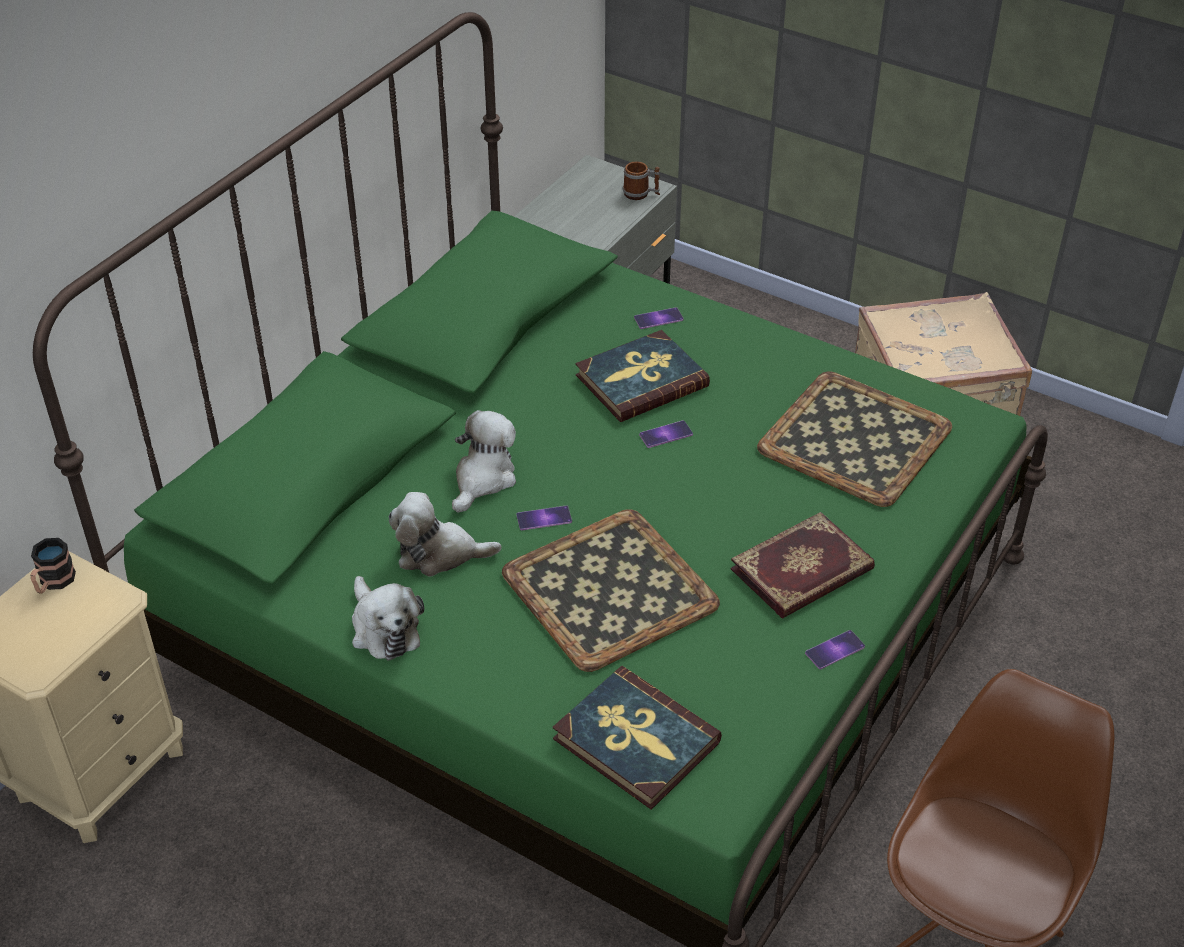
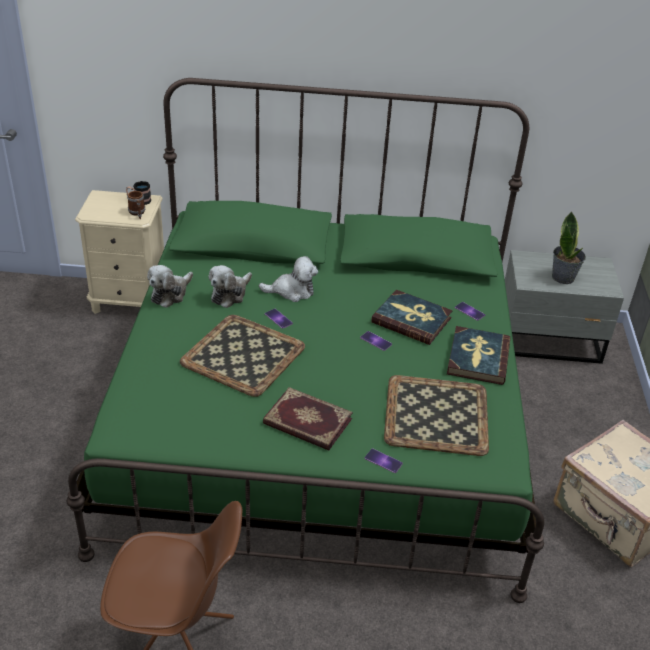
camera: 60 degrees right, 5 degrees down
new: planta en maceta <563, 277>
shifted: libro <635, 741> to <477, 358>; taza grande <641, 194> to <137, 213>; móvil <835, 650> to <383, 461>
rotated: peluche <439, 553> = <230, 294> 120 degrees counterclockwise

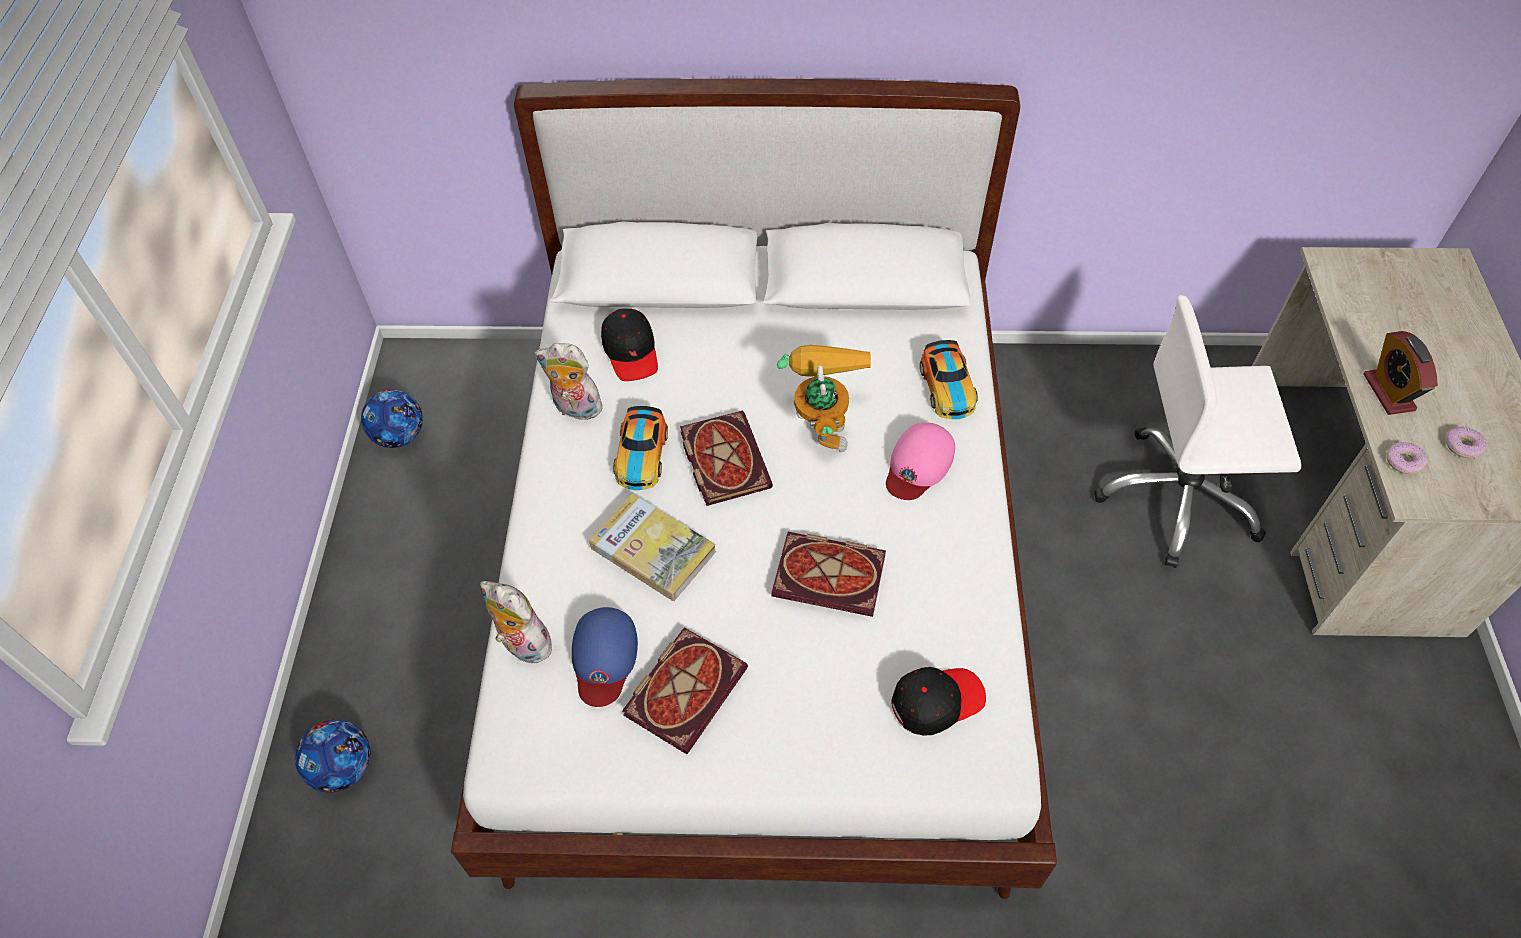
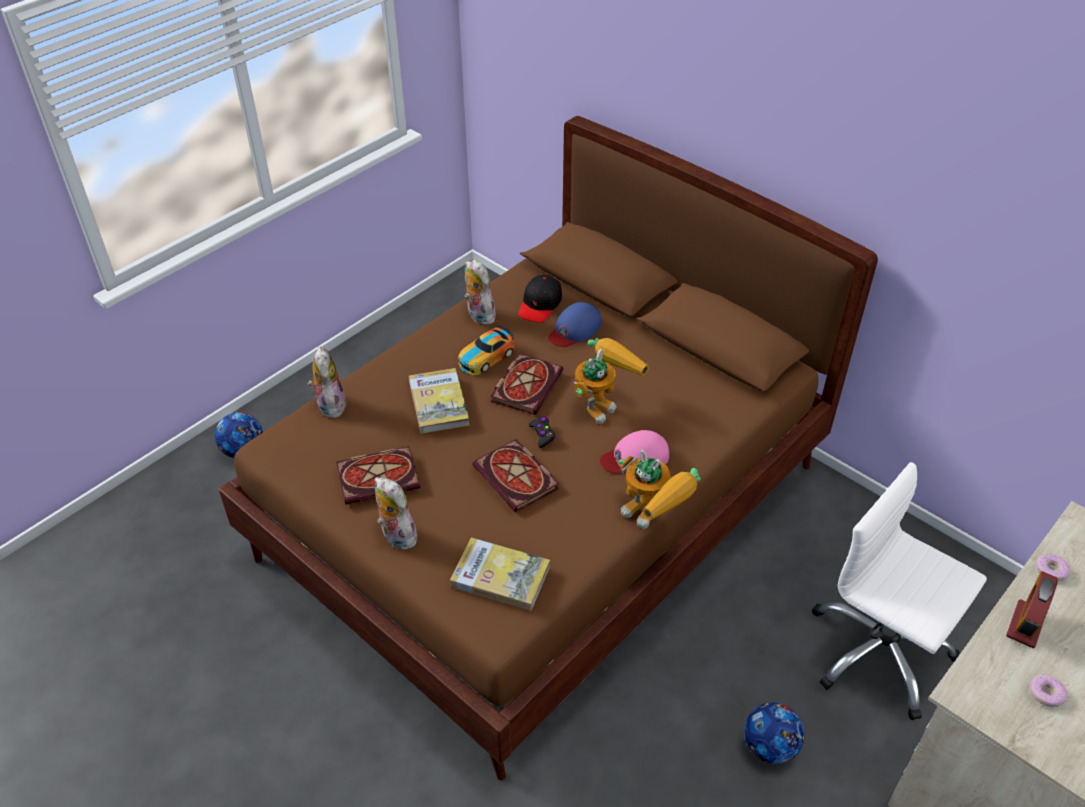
camera: 40 degrees right, 10 degrees down
gone: coche de juguete <947, 387>
new: peluche <396, 536>; mando de consola (negro) <542, 434>; robot de juguete <653, 518>
shifted: balón de fútbol <399, 436> to <769, 747>; gorra (azul) <604, 657> to <574, 329>; rosquilla <1404, 462> to <1051, 571>
swapped: gorra (negro) <936, 701> to libro <500, 576>
repainted: cama (blanco) <764, 583> to cama (marrón) <544, 512>

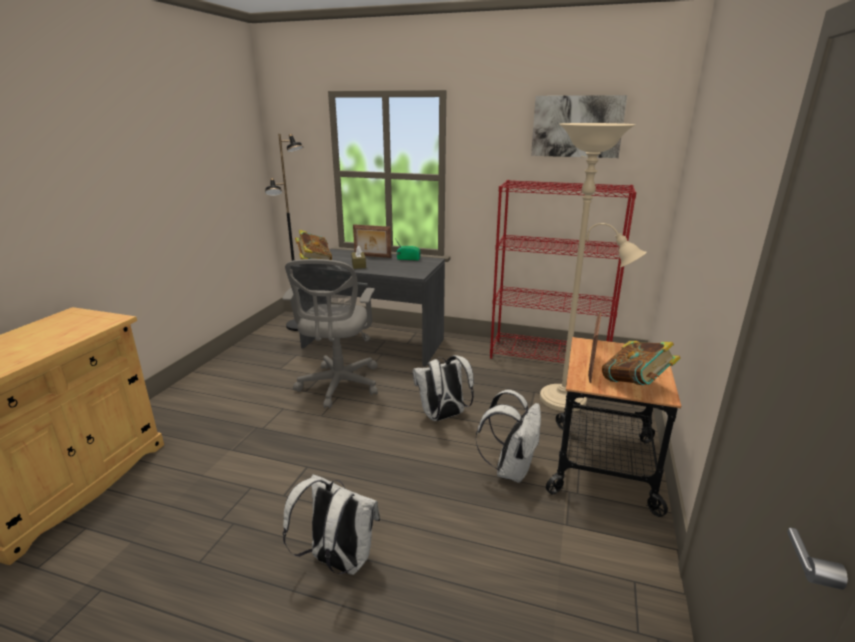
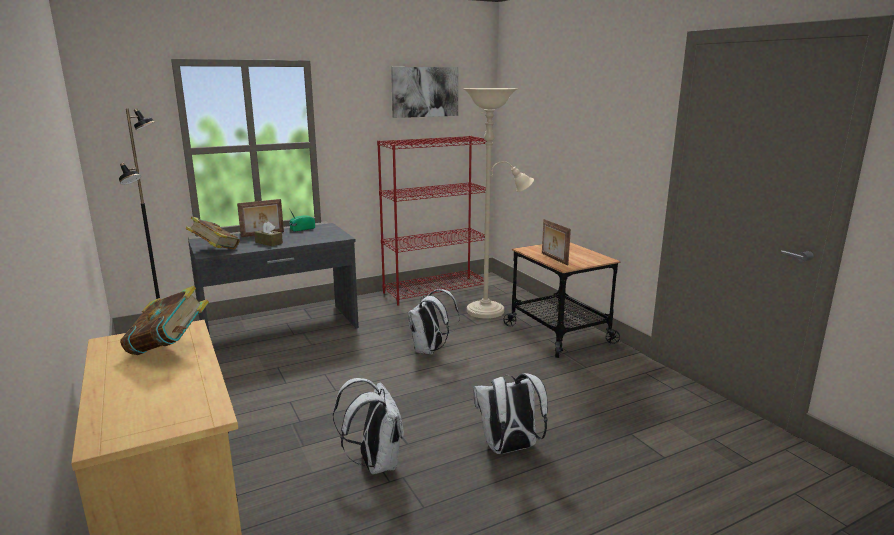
camera: 45 degrees left, 5 degrees down
gone: silla de oficina (gris) <338, 386>
shifted: mochila (blanco) <511, 469> to <375, 463>; libro <635, 384> to <169, 349>

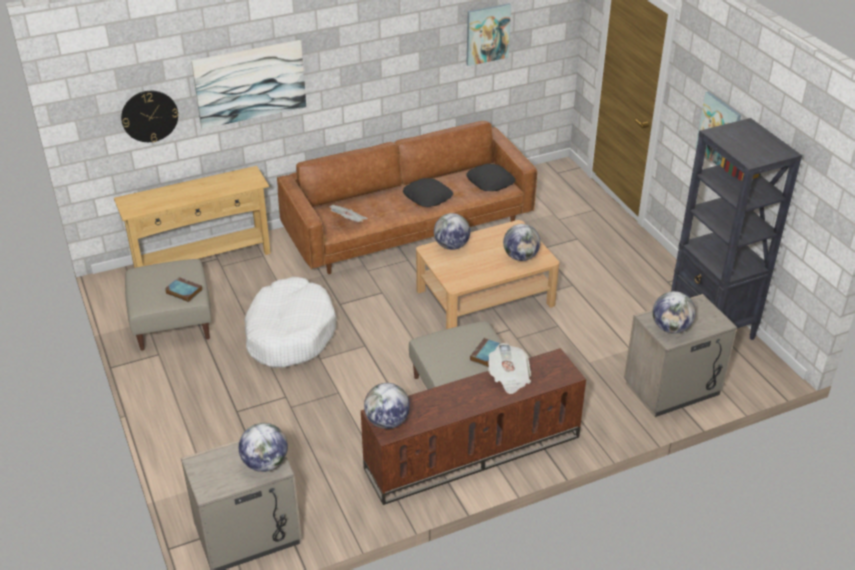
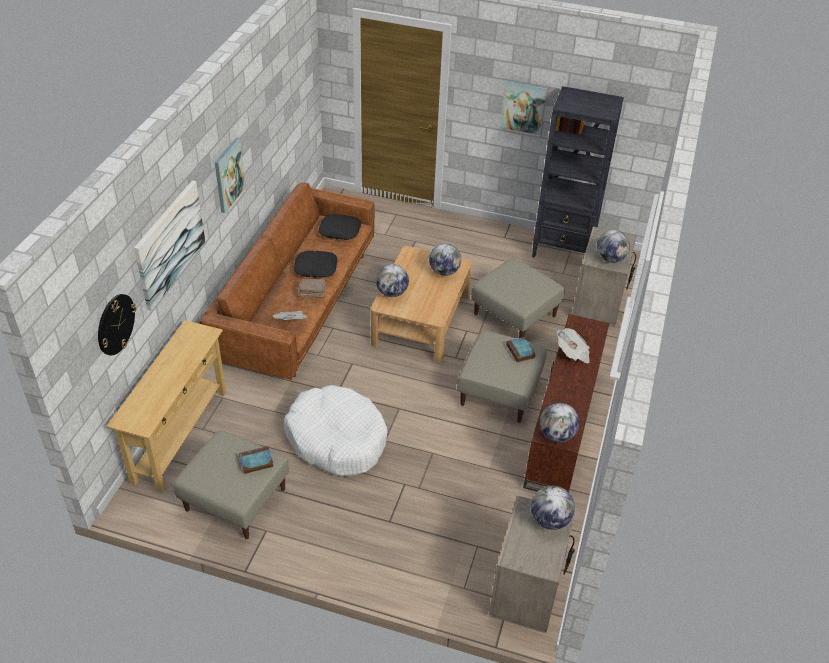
camera: 50 degrees left, 5 degrees up
new: libro (marrón) <312, 292>; puf (beis) <515, 315>
shifted: cuadro <487, 34> to <228, 175>

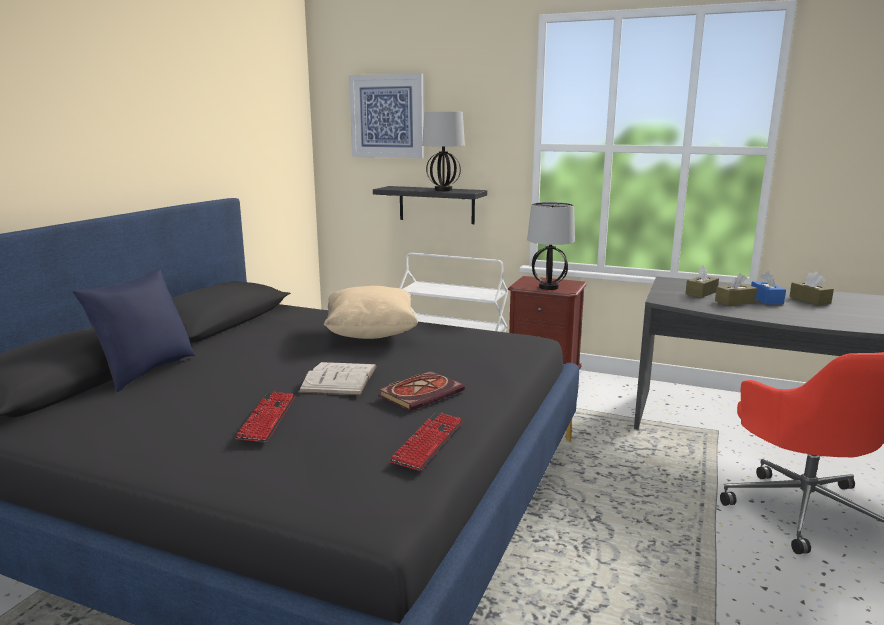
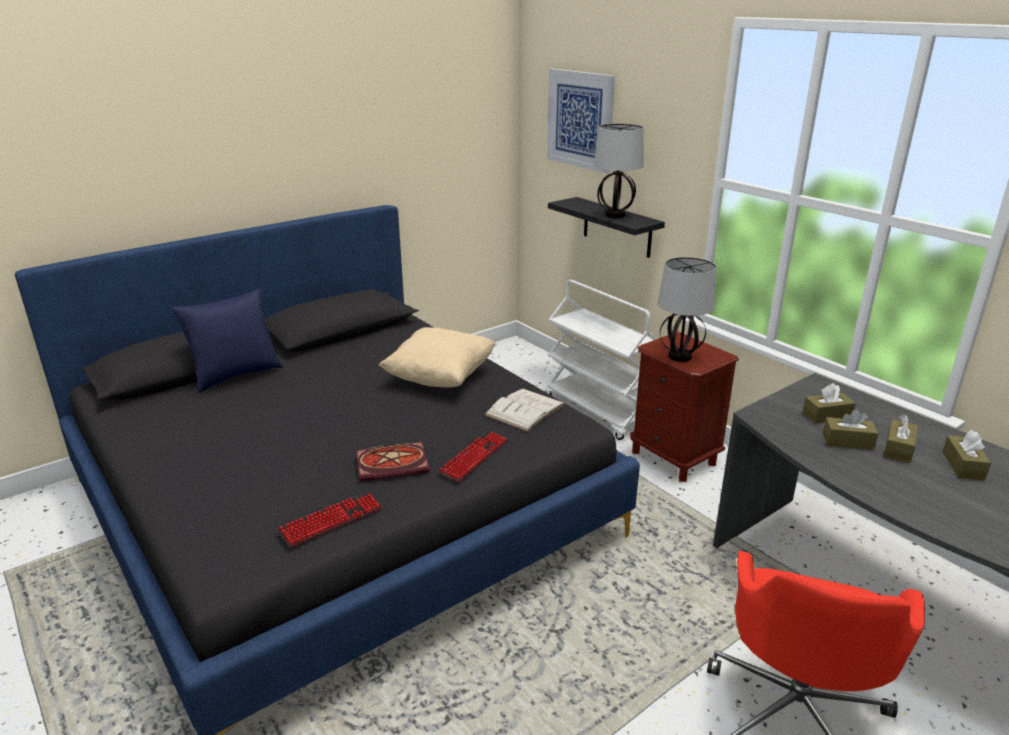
camera: 30 degrees right, 10 degrees up
shifted: teclado <267, 418> to <474, 457>; libro (blanco) <339, 379> to <525, 410>
repainted: caja de pañuelos (azul) <766, 299> to caja de pañuelos (marrón) <898, 449>

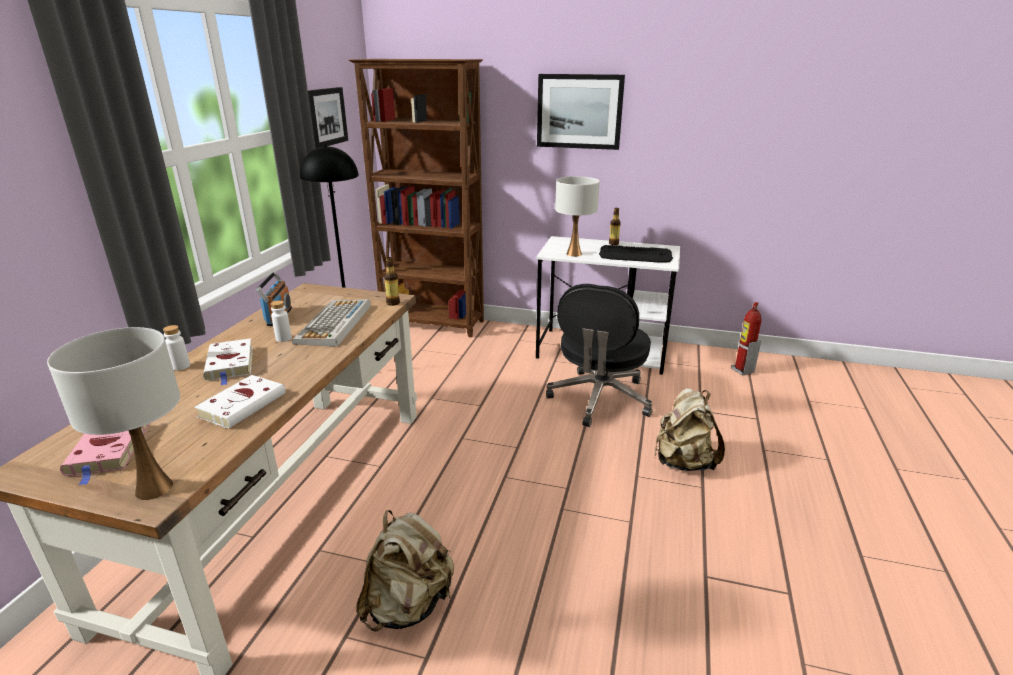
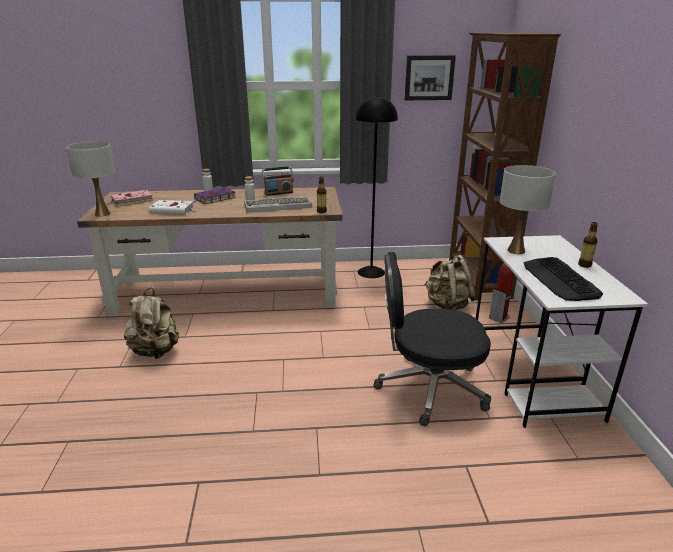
camera: 70 degrees right, 0 degrees up
gone: cuadro <579, 111>
shifted: mochila (beis) <683, 462> to <447, 305>; extintor <742, 370> to <498, 318>
repainted: libro (blanco) <230, 364> to libro (morado) <214, 198>

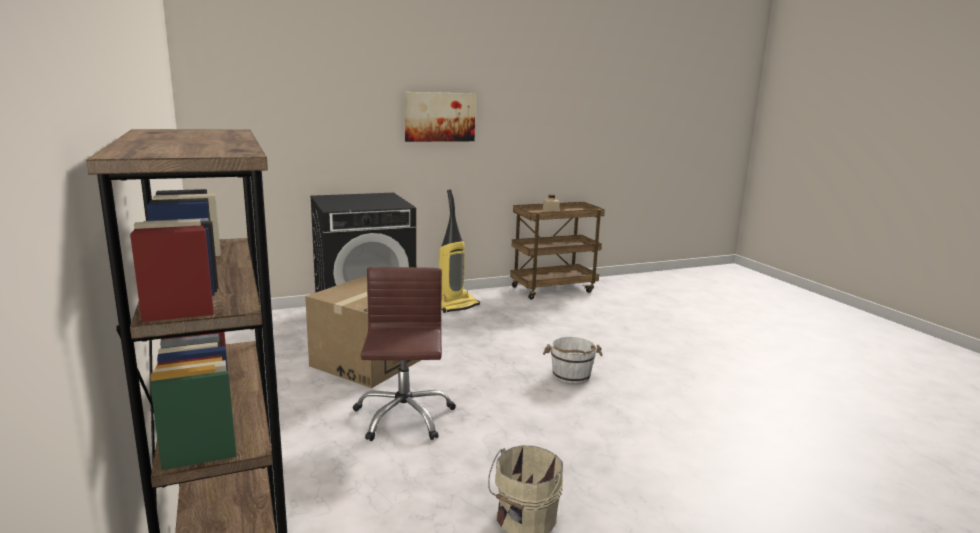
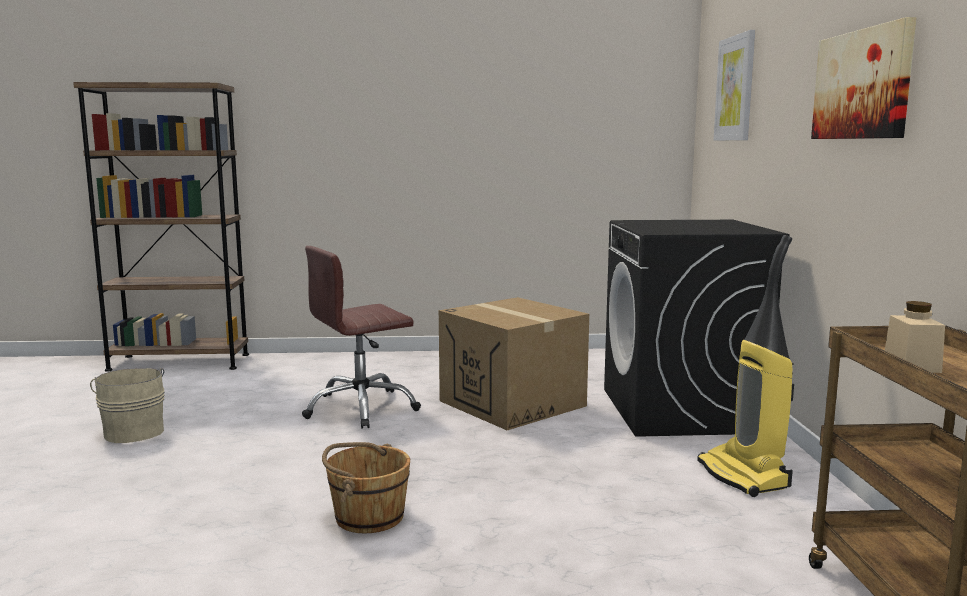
camera: 110 degrees right, 5 degrees down
new: cuadro <735, 88>
repainted: cubo (blanco) <571, 375> to cubo (marrón) <368, 516>
rotated: silla de oficina (marrón) <403, 416> = <361, 408> 135 degrees clockwise

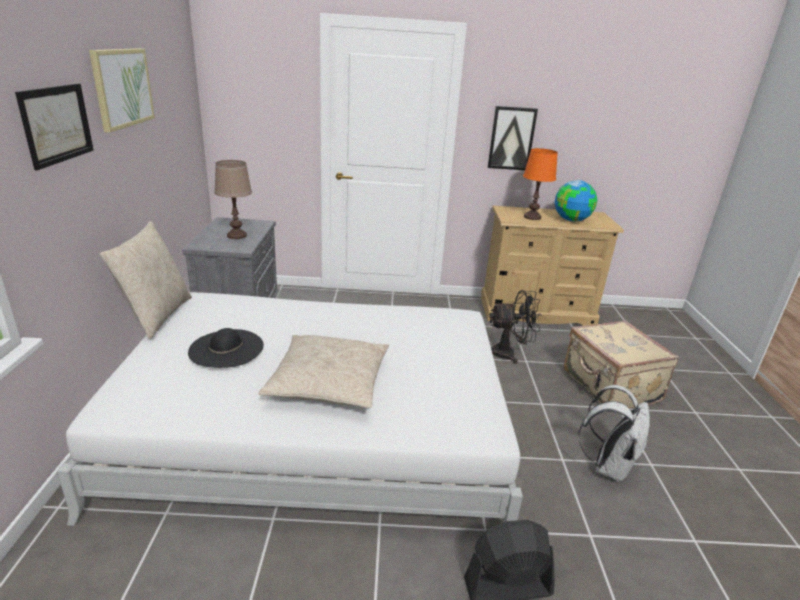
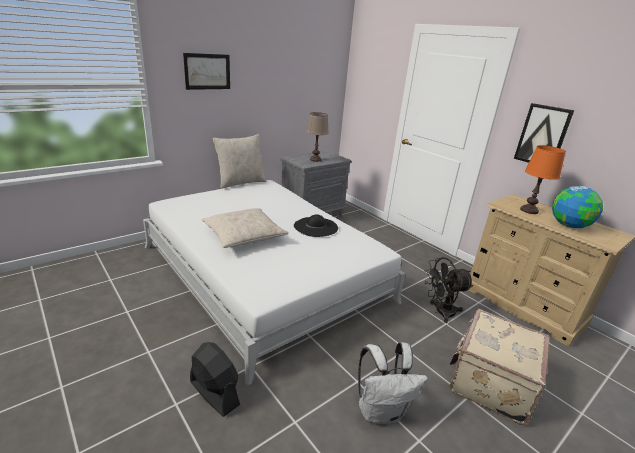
camera: 50 degrees right, 0 degrees up
gone: cuadro <122, 88>
shifted: sombrero (negro) <226, 348> to <315, 227>
rotated: ventilador (negro) <509, 354> = <440, 312> 120 degrees clockwise

